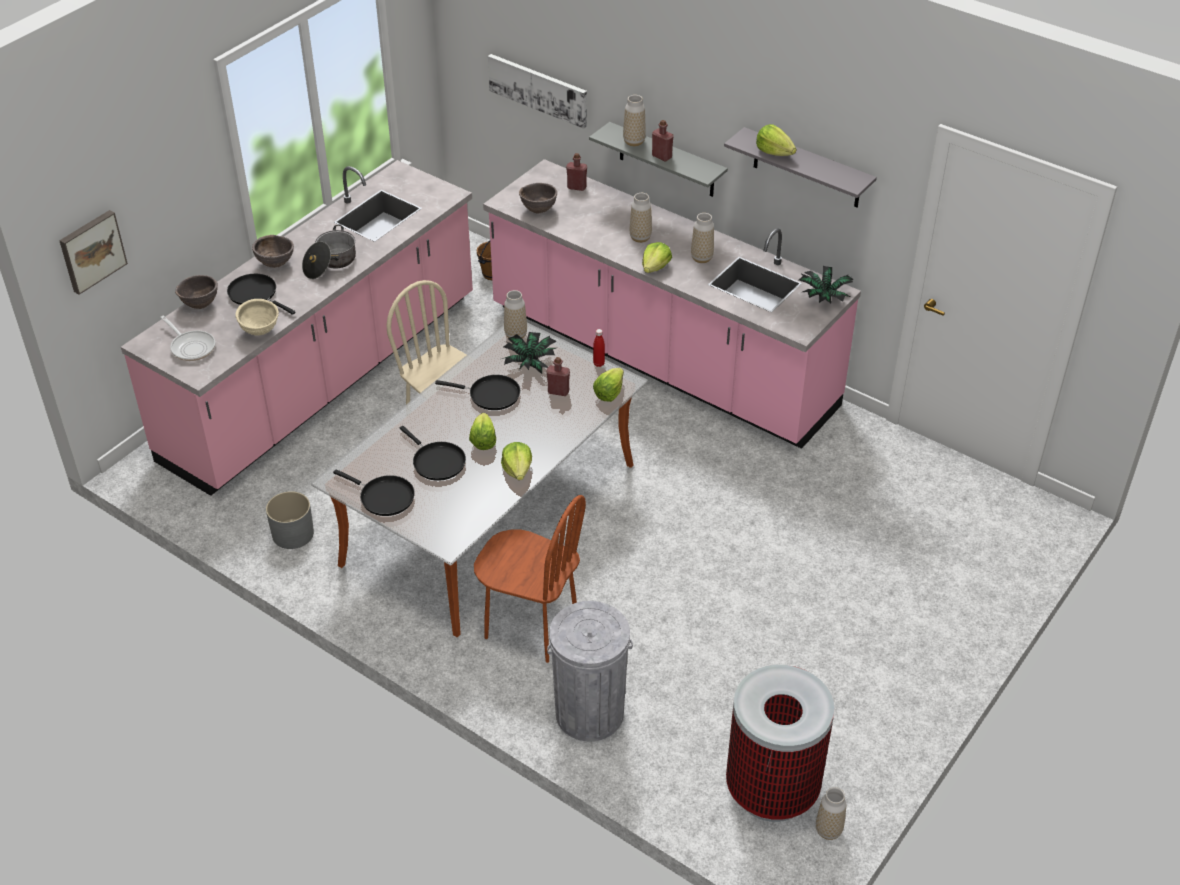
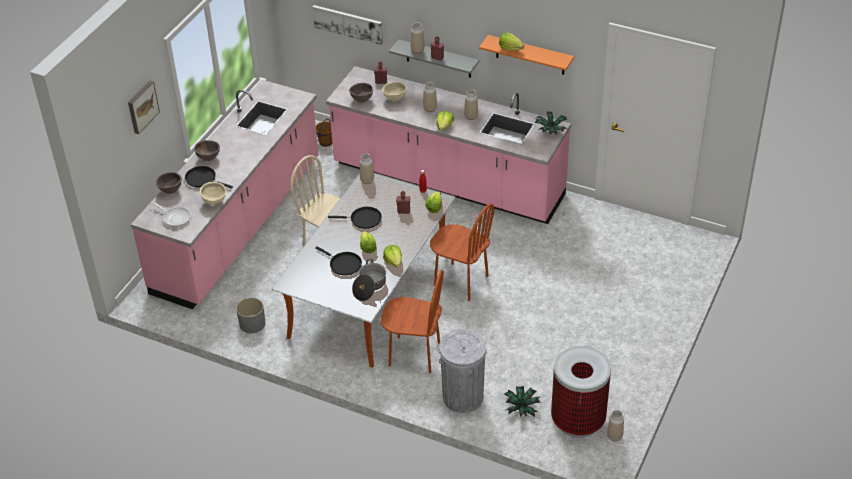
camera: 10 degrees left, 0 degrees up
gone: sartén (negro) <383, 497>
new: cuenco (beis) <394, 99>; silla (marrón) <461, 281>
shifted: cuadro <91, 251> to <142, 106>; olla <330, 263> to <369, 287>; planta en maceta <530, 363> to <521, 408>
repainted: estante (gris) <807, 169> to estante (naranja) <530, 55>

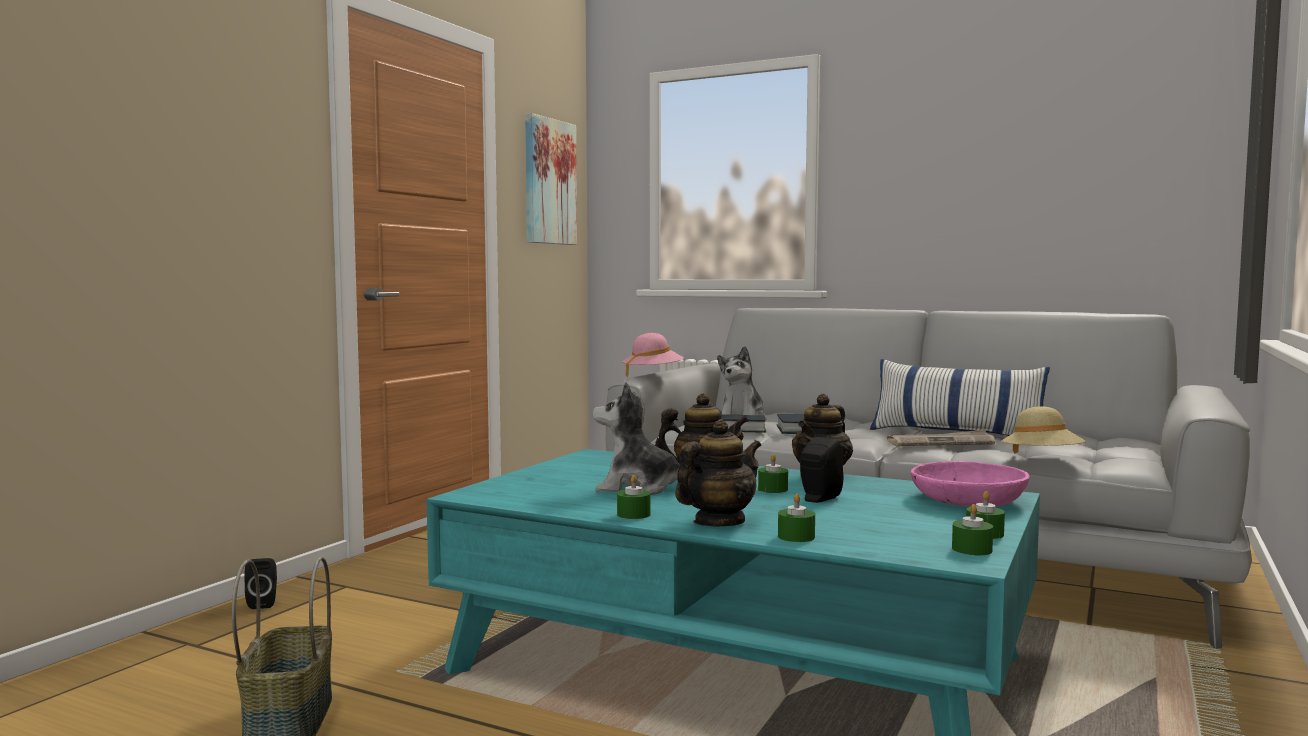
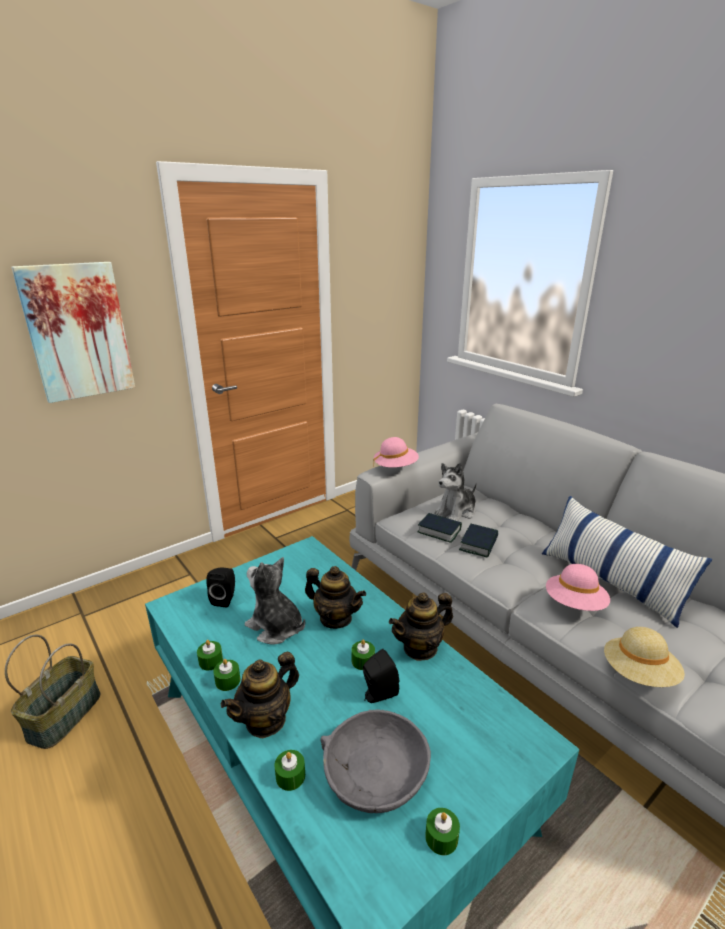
camera: 25 degrees right, 20 degrees up
gone: cuenco (rosa) <967, 499>
new: cuenco (gris) <375, 772>
shifted: altavoz (negro) <263, 603> to <225, 599>; cuadro <549, 182> to <78, 332>; vela (verde) <972, 549> to <211, 661>
swapped: periódico <941, 442> to sombrero (rosa) <574, 604>
rotated: tetera <718, 522> = <266, 720> 150 degrees clockwise

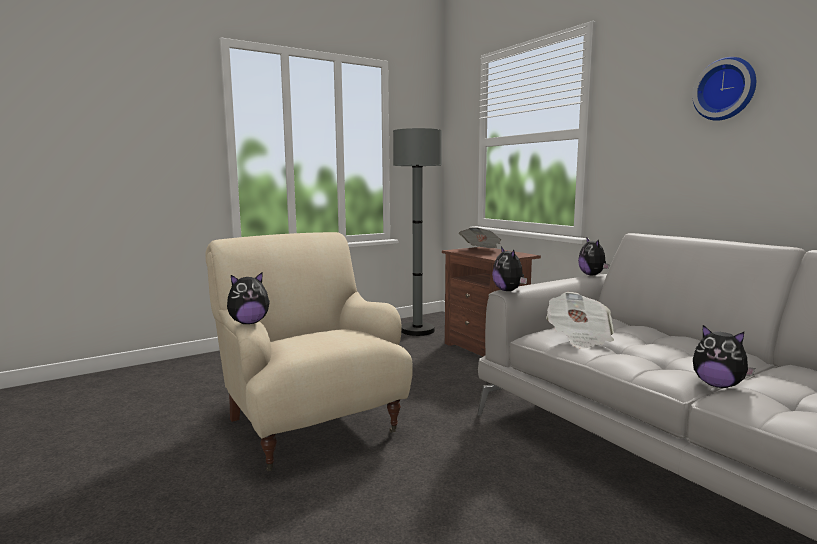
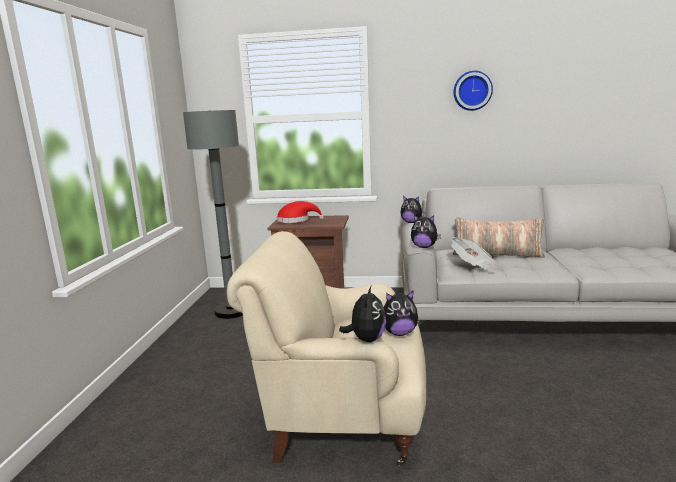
camera: 50 degrees left, 5 degrees up
new: cojín <497, 254>
shifted: peluche <718, 385> to <399, 333>
swapped: periódico <481, 250> to sombrero (rojo) <296, 220>

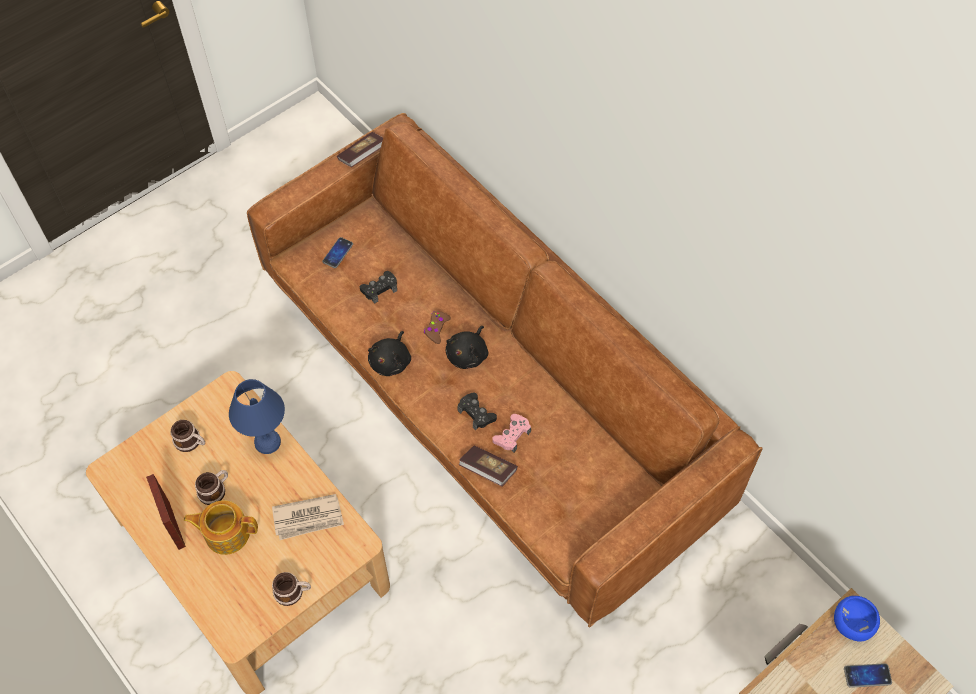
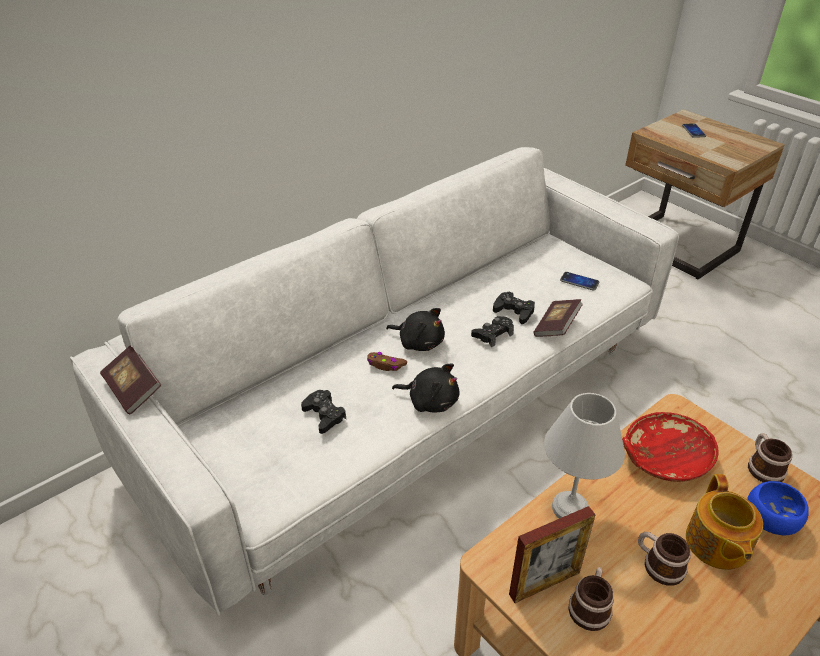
camera: 90 degrees left, 20 degrees down
shifted: portarretratos <174, 525> to <544, 583>; móvil <338, 253> to <579, 282>; cuenco (azul) <851, 624> to <771, 522>
swapped: periódico <308, 518> to cuenco (rojo) <664, 458>
repainted: lámpara de mesa (azul) <267, 443> to lámpara de mesa (blanco) <571, 508>; sofá (marrón) <488, 394> to sofá (blanco) <410, 404>; mando de consola (rosa) <512, 435> to mando de consola (negro) <514, 311>

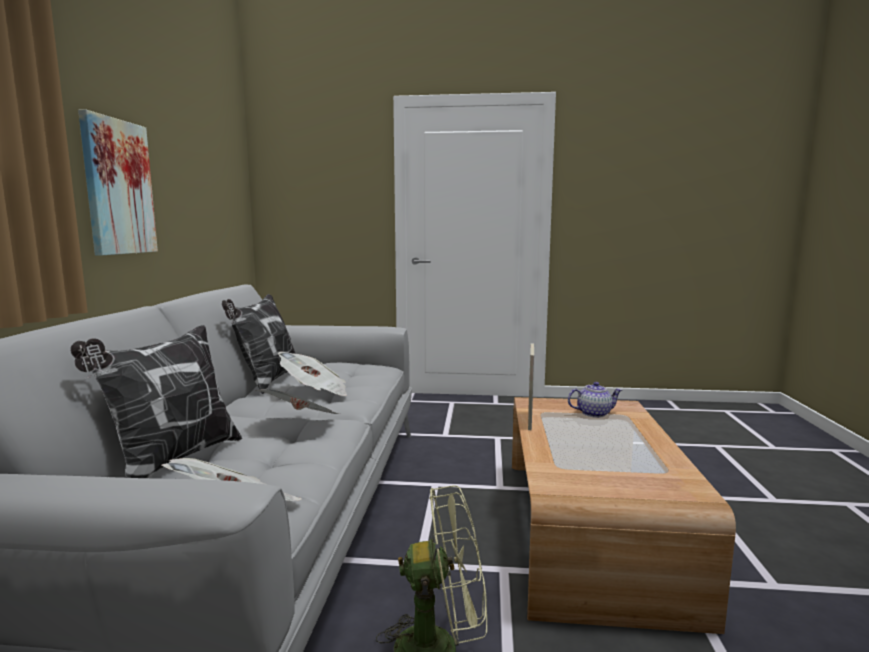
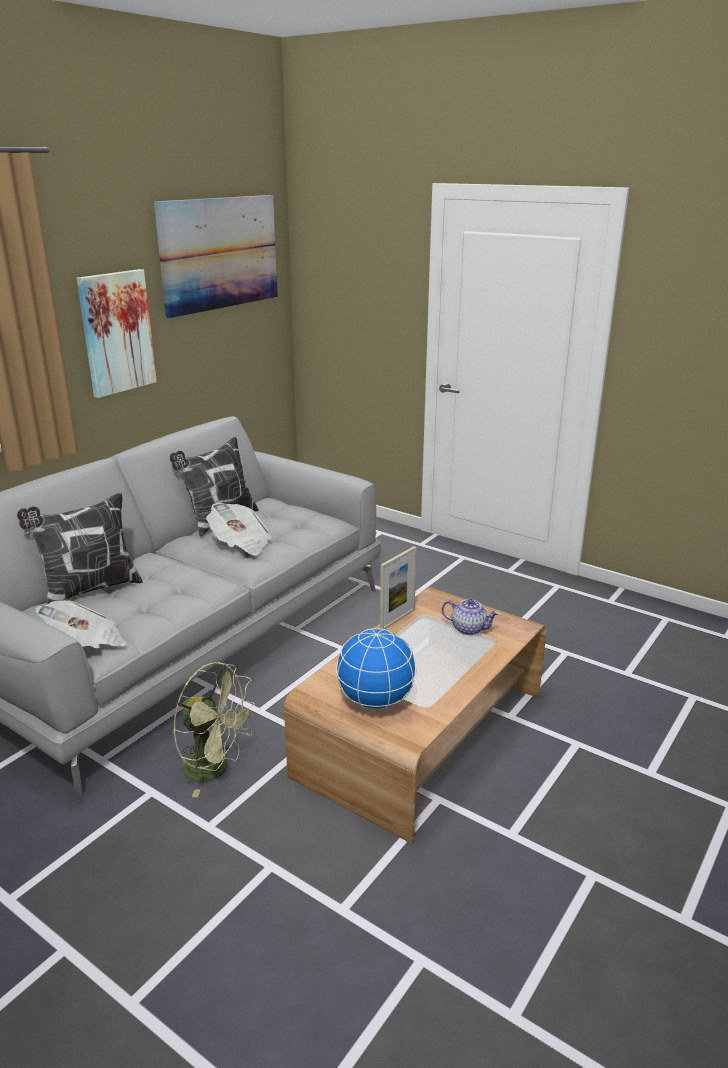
camera: 30 degrees right, 15 degrees up
gone: periódico <302, 424>
new: cuadro <219, 253>; globo terráqueo <375, 701>

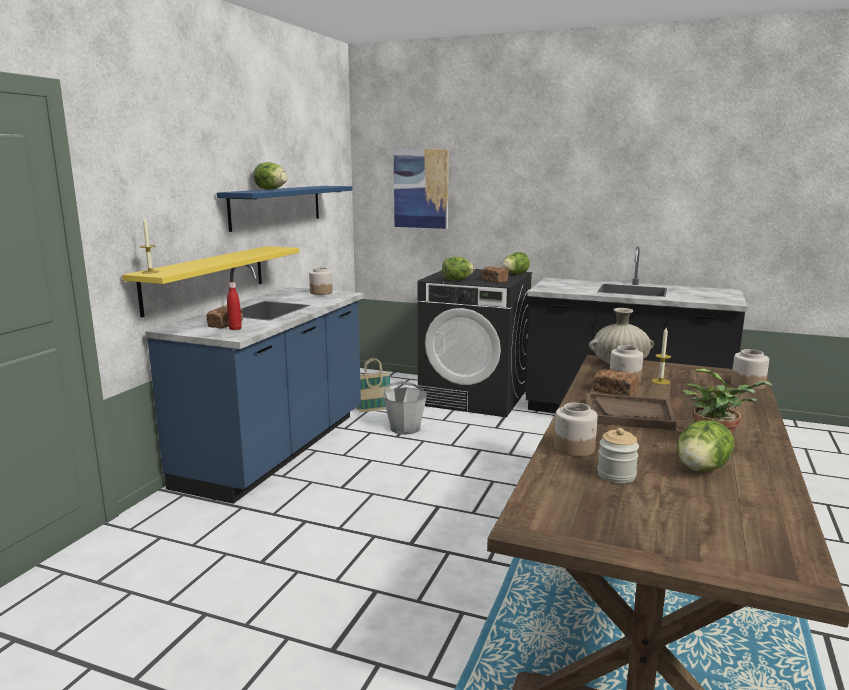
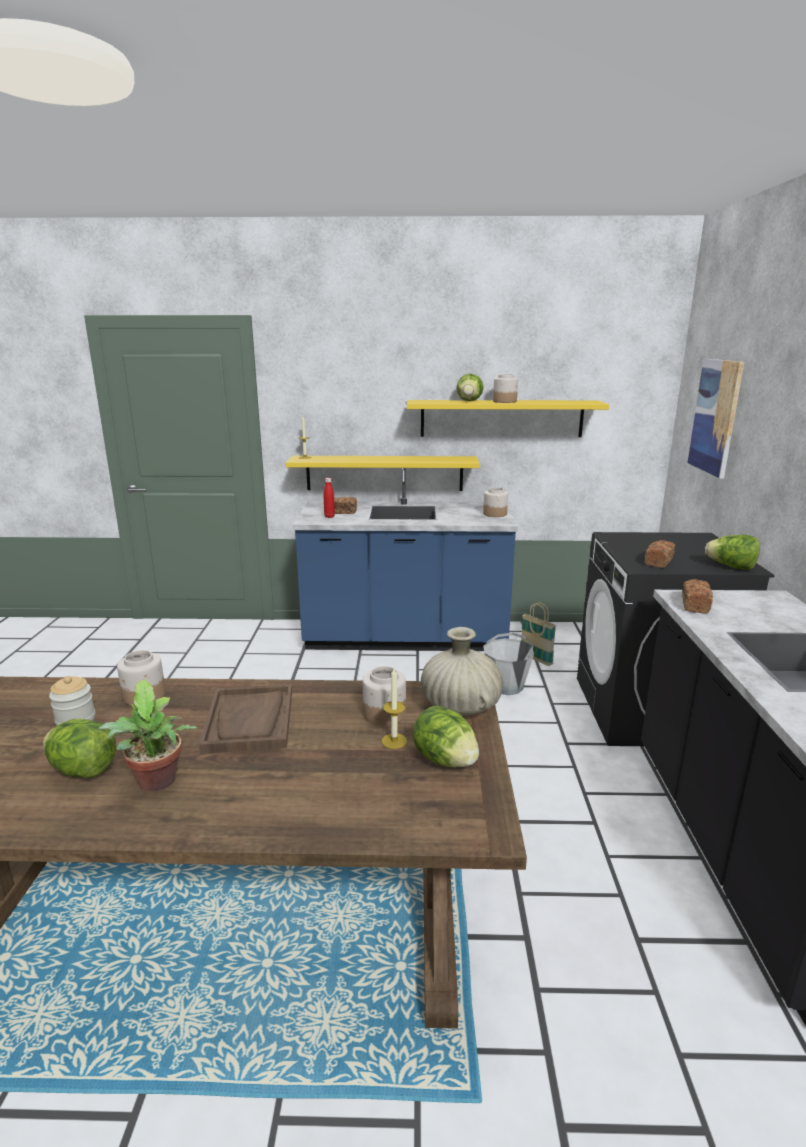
camera: 70 degrees right, 5 degrees up
shifted: lechuga <457, 280> to <445, 760>; pan <614, 392> to <694, 605>; tarro <747, 384> to <505, 401>
repainted: estante (azul) <277, 206> to estante (amarillo) <501, 418>

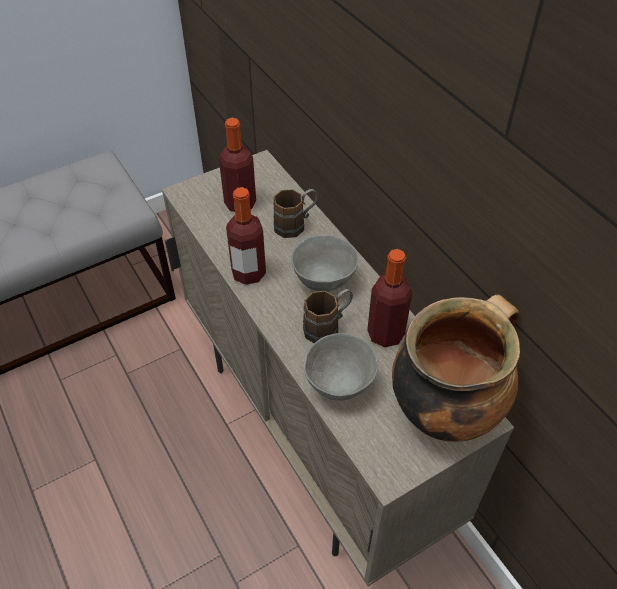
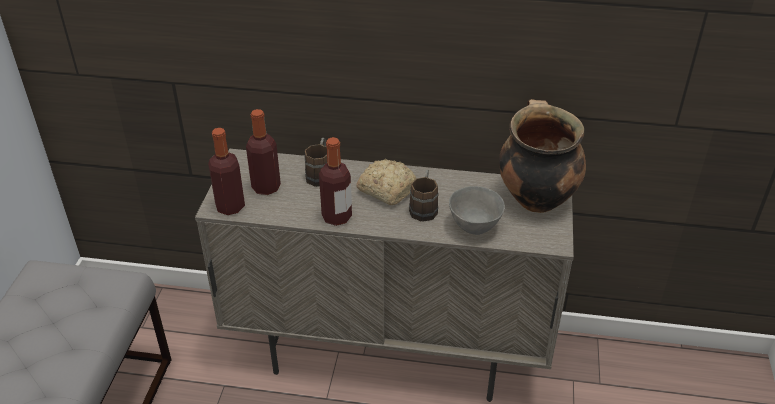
camera: 50 degrees left, 10 degrees down
shifted: botella <385, 334> to <230, 207>
swapped: cuenco (gris) <324, 282> to pan <386, 189>

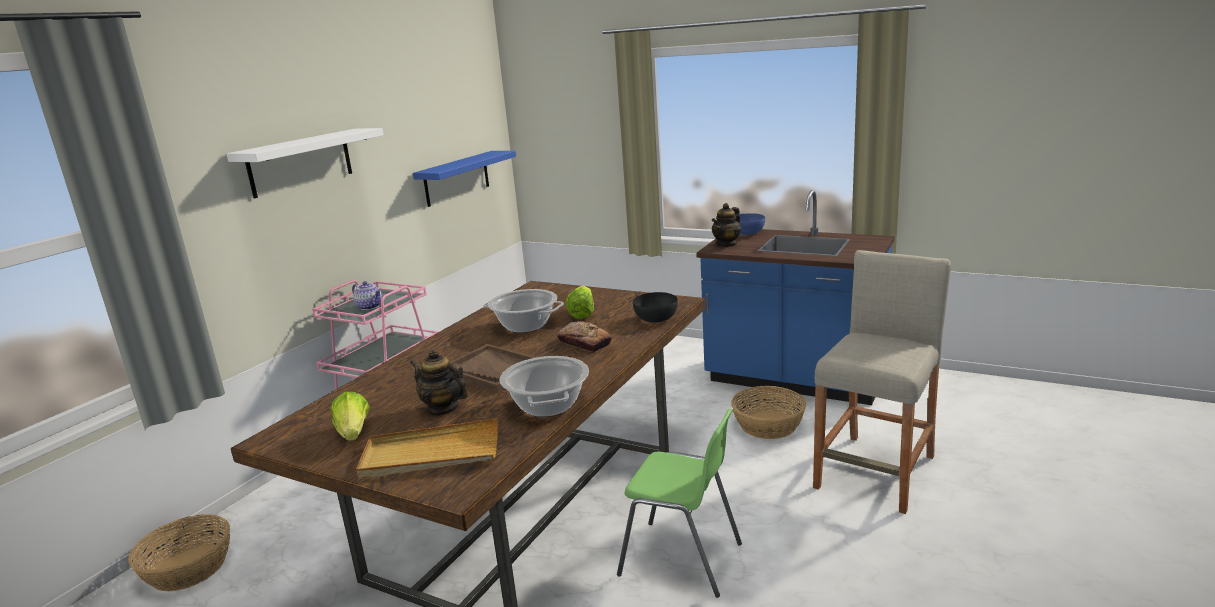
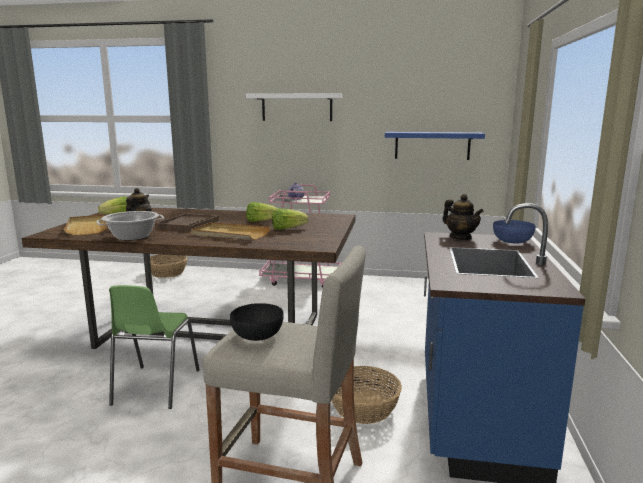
camera: 70 degrees right, 5 degrees down
shifted: cuenco (negro) <656, 318> to <257, 335>
swapped: olla <525, 326> to lechuga <261, 222>; pan <584, 343> to bandeja (beis) <230, 234>
rotated: tetera <727, 244> = <460, 238> 150 degrees counterclockwise

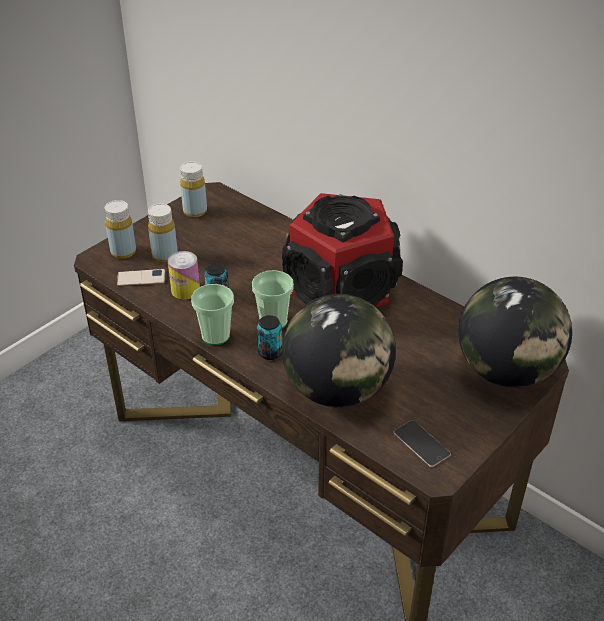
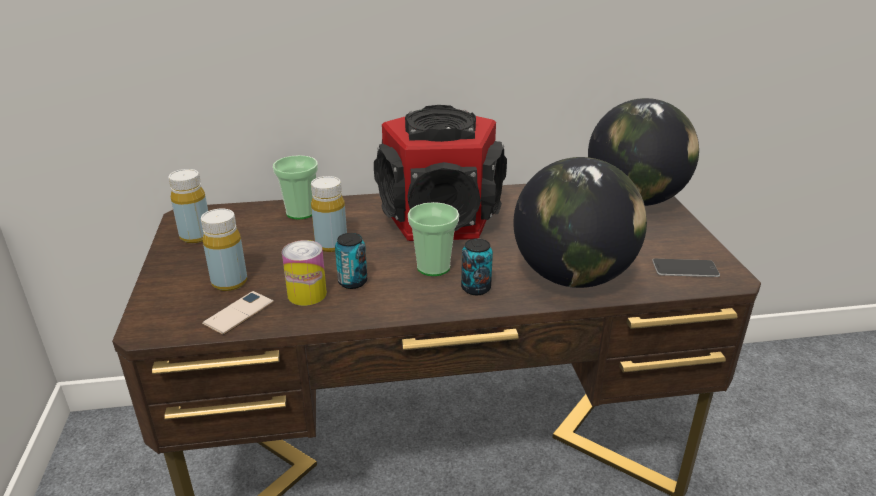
camera: 50 degrees left, 10 degrees down
shifted: botella (amarillo) <123, 252> to <331, 244>; taza <215, 336> to <300, 212>

